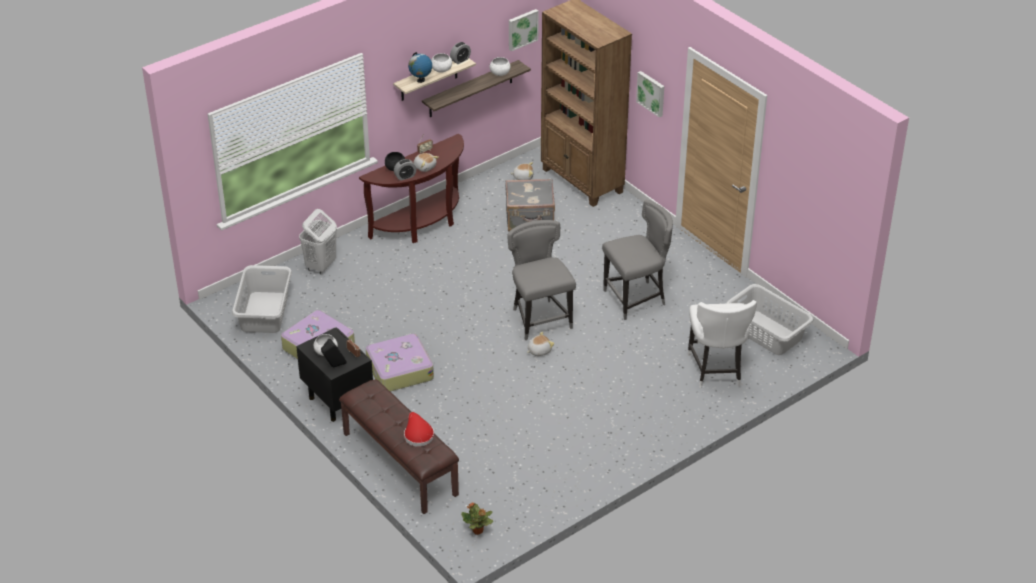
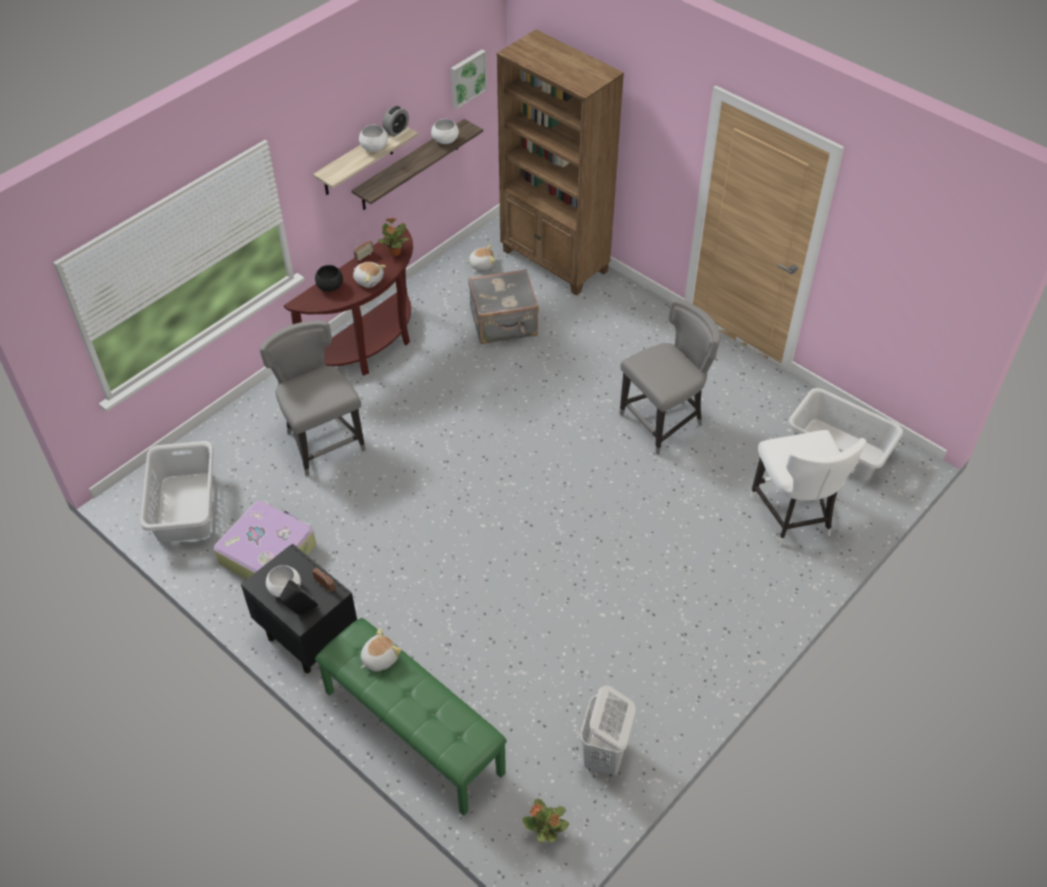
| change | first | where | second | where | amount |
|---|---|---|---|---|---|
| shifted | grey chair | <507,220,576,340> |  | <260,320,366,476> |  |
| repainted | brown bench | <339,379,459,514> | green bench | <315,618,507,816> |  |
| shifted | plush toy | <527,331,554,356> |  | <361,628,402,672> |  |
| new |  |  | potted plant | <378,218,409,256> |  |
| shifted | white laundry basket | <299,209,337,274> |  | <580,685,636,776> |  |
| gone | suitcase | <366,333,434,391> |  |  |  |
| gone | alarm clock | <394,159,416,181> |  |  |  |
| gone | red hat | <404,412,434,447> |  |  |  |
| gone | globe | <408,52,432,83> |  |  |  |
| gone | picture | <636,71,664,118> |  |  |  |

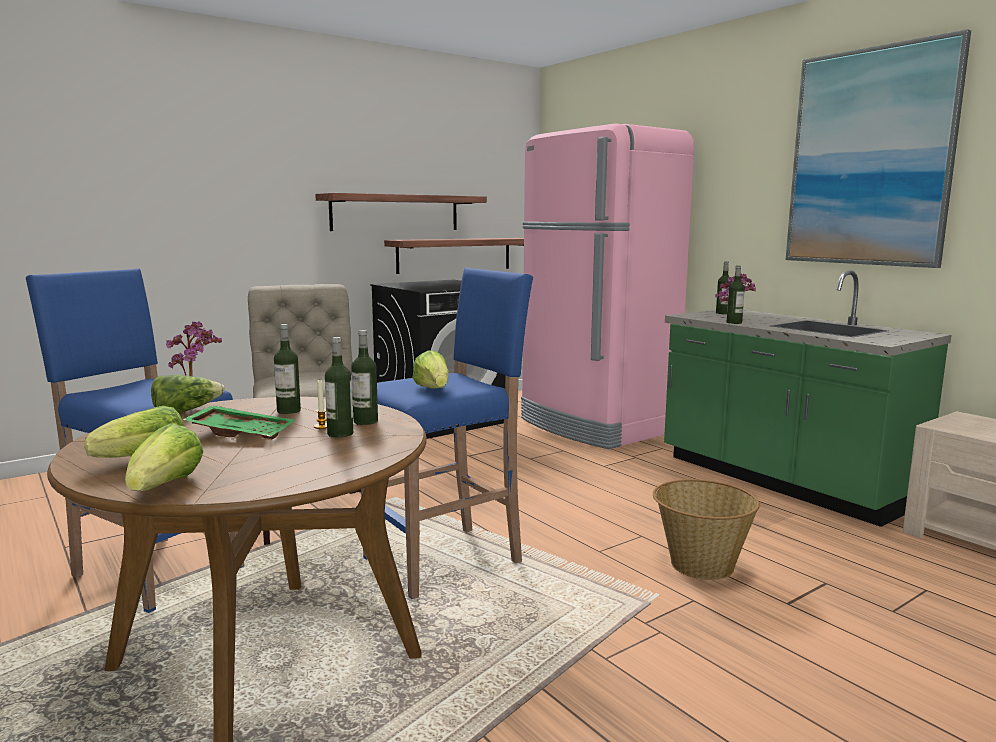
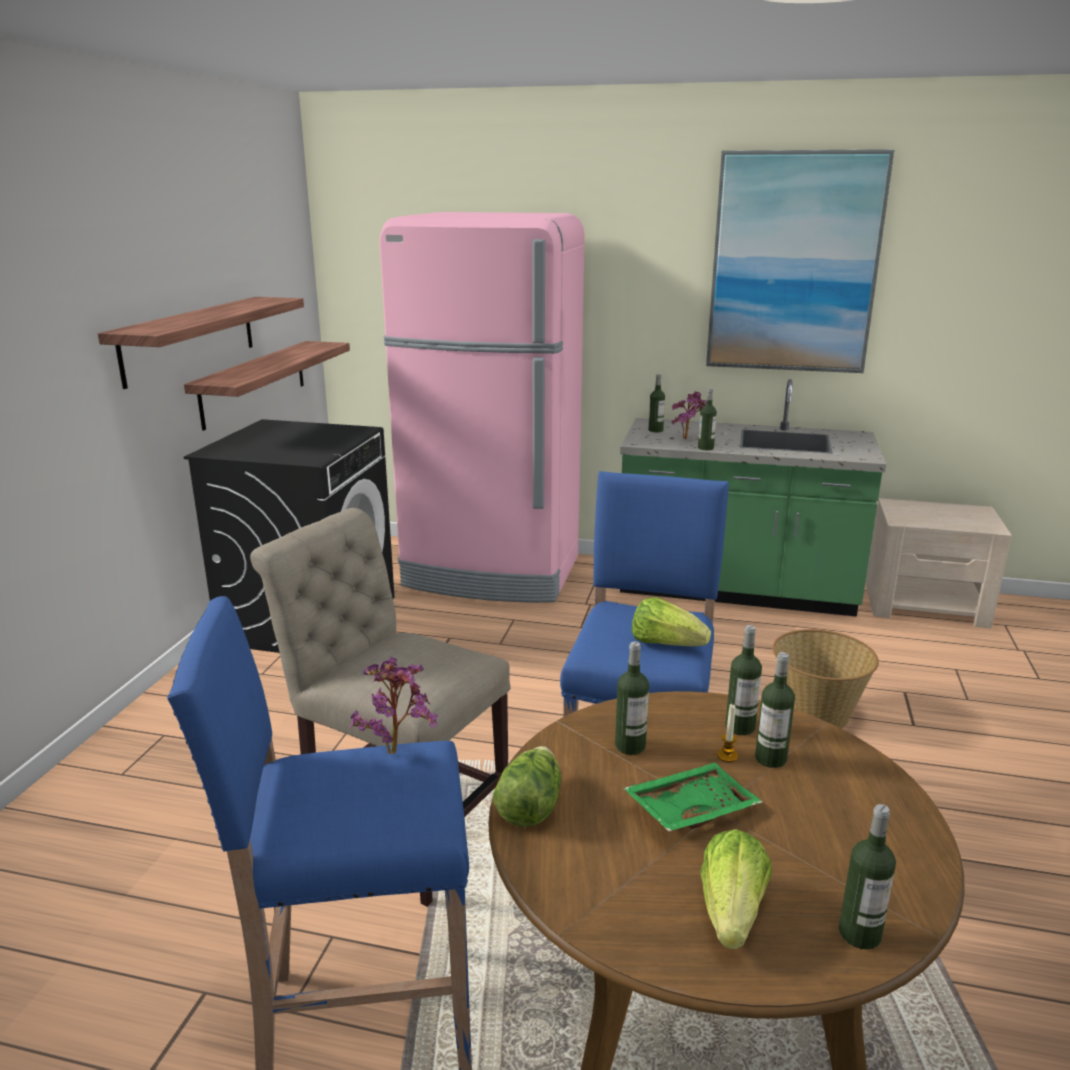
| change | first | where | second | where | amount |
|---|---|---|---|---|---|
| swapped | lettuce | <125,424,204,491> | bottle | <839,804,896,949> |  |

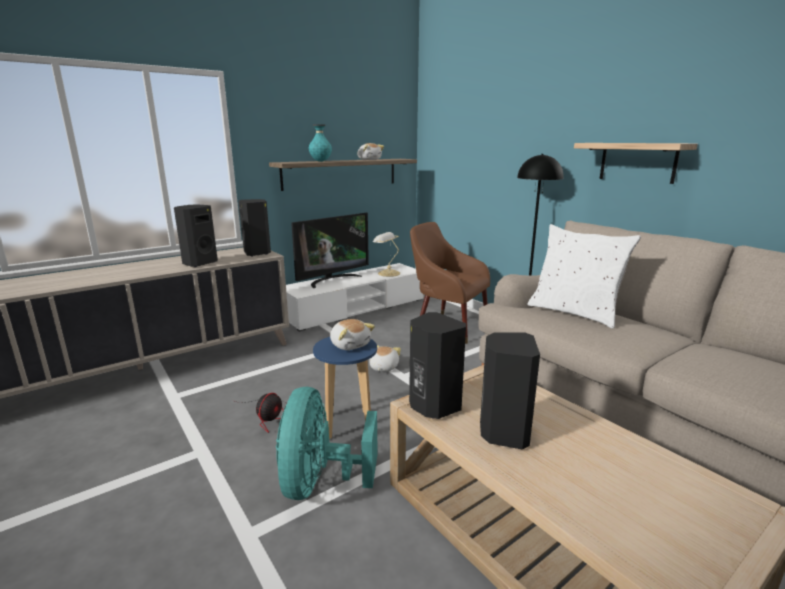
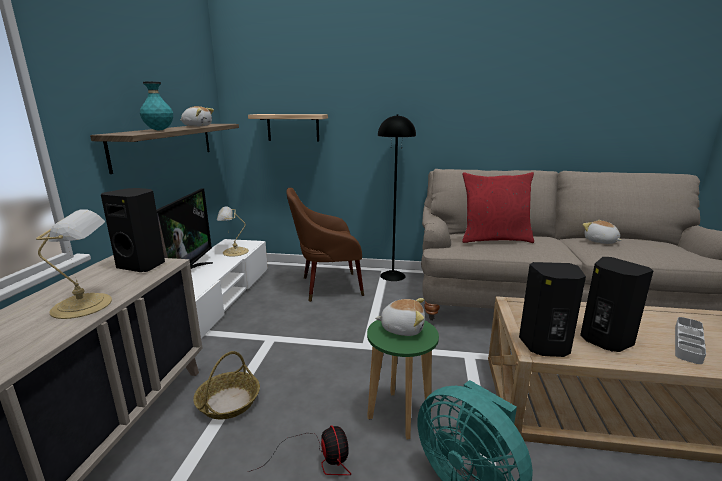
| change | first | where | second | where | amount |
|---|---|---|---|---|---|
| swapped | black speaker | <174,204,218,267> | table lamp | <36,209,112,319> |  |
| new |  |  | basket | <193,351,260,419> |  |
| shifted | shelf | <574,143,698,184> |  | <248,114,328,141> |  |
| repainted | blue stool | <313,337,377,440> | green stool | <367,320,439,440> |  |
| repainted | white pillow | <528,224,641,329> | red pillow | <462,172,534,243> |  |
| shifted | plush toy | <369,345,401,372> |  | <583,220,622,244> |  |
| new |  |  | grey tray | <675,317,706,364> |  |

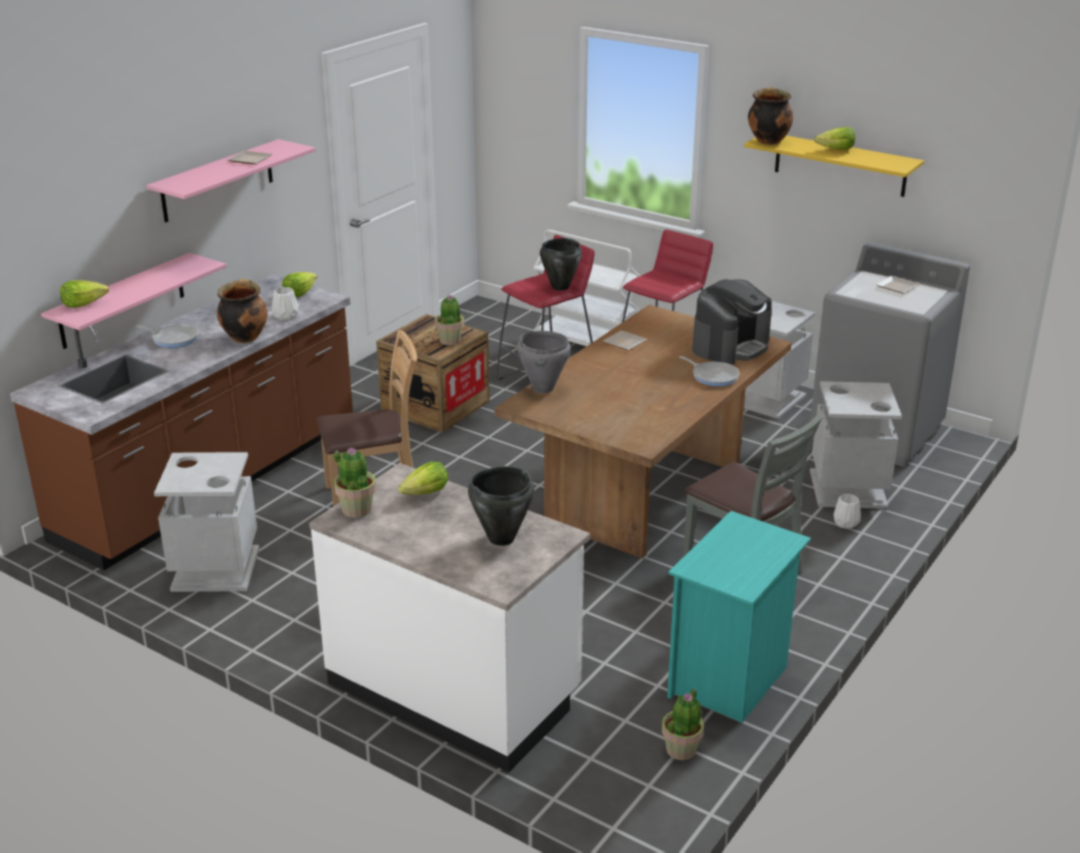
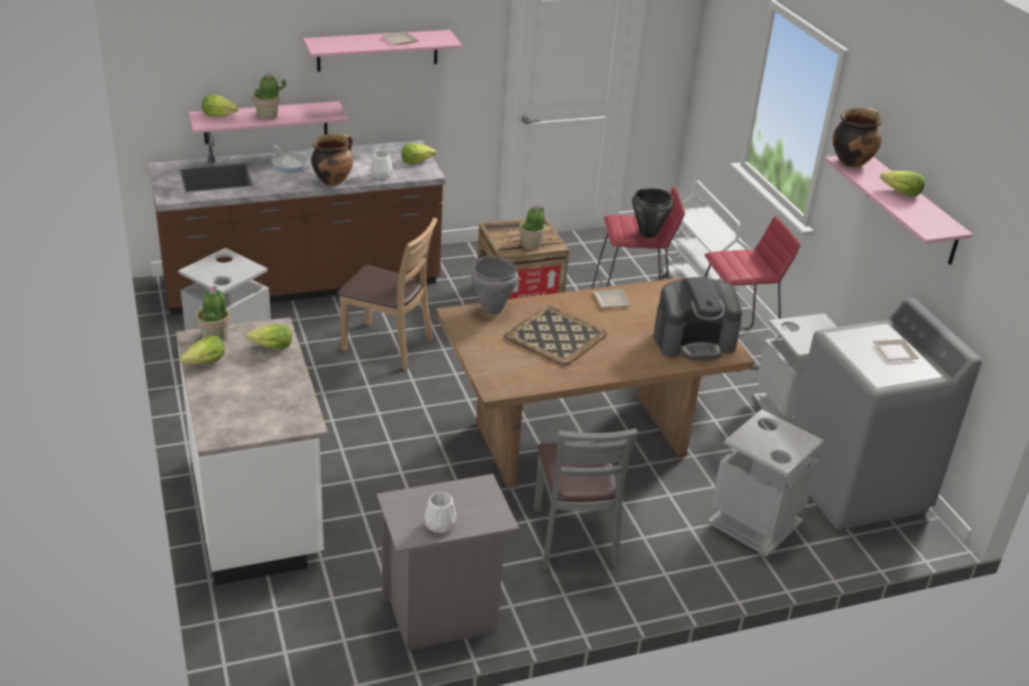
| change | first | where | second | where | amount |
|---|---|---|---|---|---|
| new |  |  | lettuce | <179,336,225,365> |  |
| shifted | potted plant | <662,688,704,760> |  | <252,73,286,120> |  |
| repainted | turquoise nightstand | <667,511,811,723> | grey nightstand | <377,474,519,651> |  |
| shifted | white vase | <834,494,861,528> |  | <424,492,456,533> |  |
| new |  |  | tray | <504,306,607,366> |  |
| repainted | yellow shelf | <744,136,924,197> | pink shelf | <825,156,973,265> |  |
| gone | black cooking pot | <468,466,534,546> |  |  |  |
| gone | frying pan | <679,356,739,387> |  |  |  |

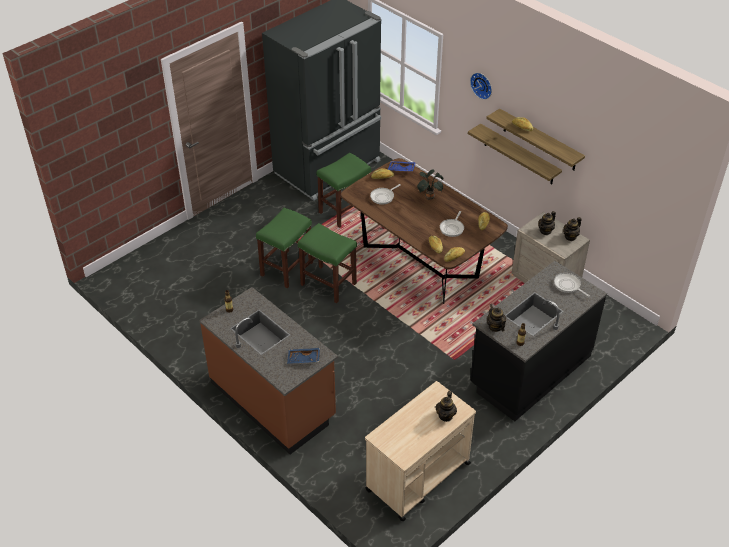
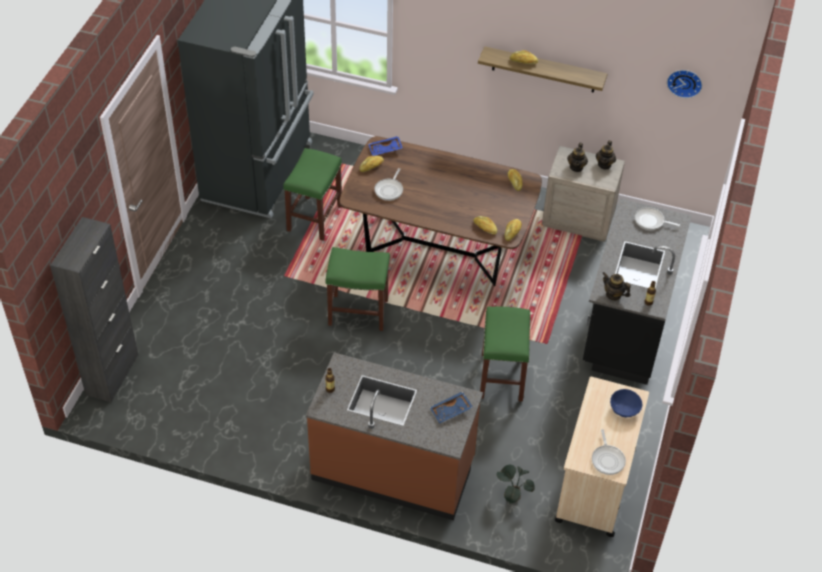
| change | first | where | second | where | amount |
|---|---|---|---|---|---|
| new |  |  | black cabinet | <50,217,138,402> |  |
| shifted | green stool | <256,208,313,288> |  | <480,306,531,402> |  |
| shifted | potted plant | <417,169,444,200> |  | <497,465,535,504> |  |
| shifted | frying pan | <440,211,464,237> |  | <592,429,626,475> |  |
| swapped | teapot | <435,391,457,422> | blue bowl | <610,389,642,417> |  |
| shifted | wall clock | <470,73,492,100> |  | <667,70,702,98> |  |
| gone | shelf | <468,124,562,184> |  |  |  |

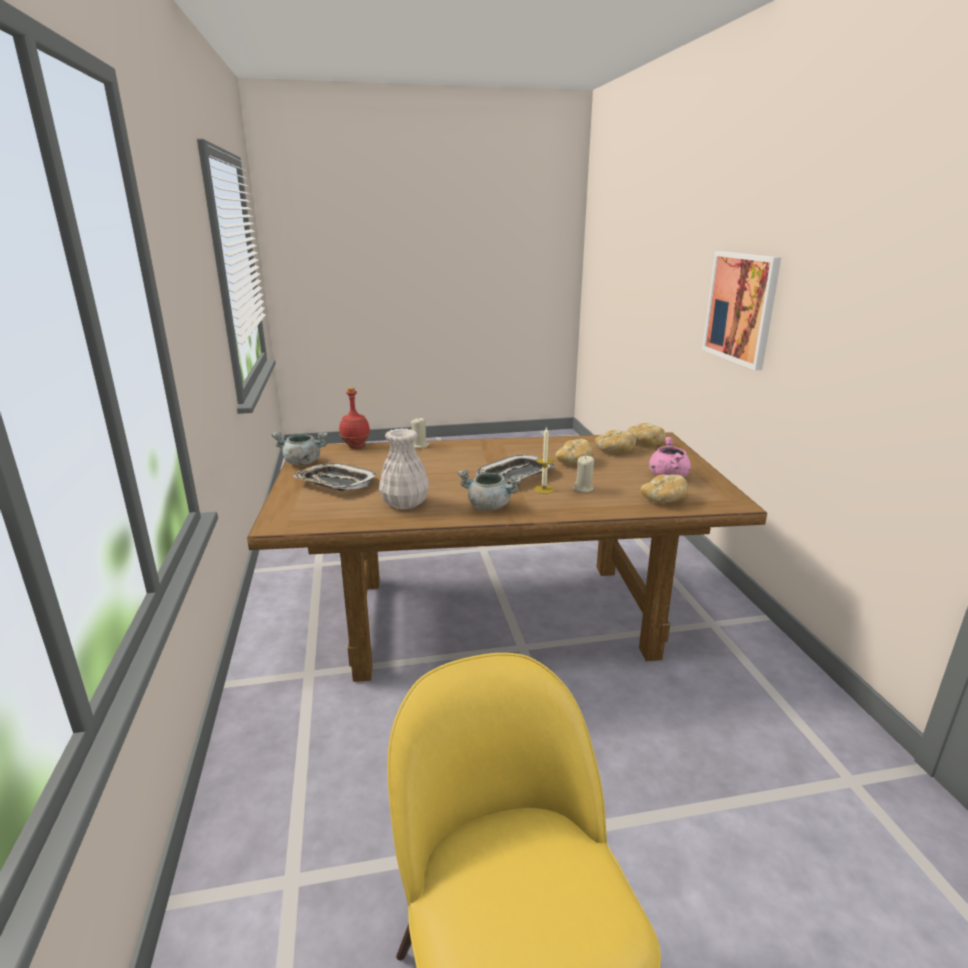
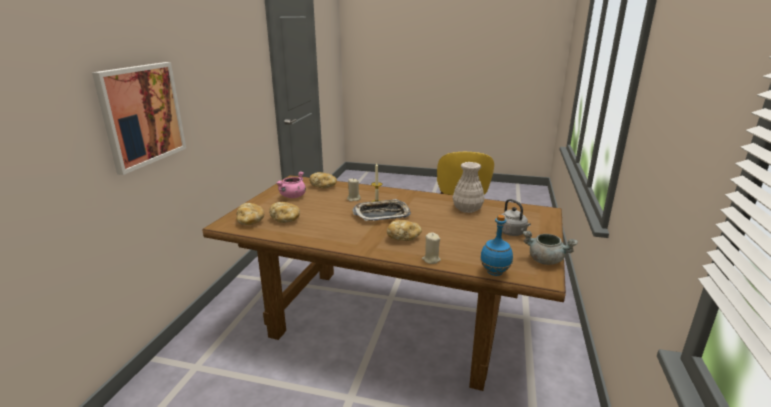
| change | first | where | second | where | amount |
|---|---|---|---|---|---|
| shifted | bread | <555,439,593,464> |  | <387,220,422,241> |  |
| repainted | red bottle | <339,387,370,448> | blue bottle | <480,215,513,276> |  |
| swapped | tray | <293,463,378,491> | grey kettle | <501,199,531,236> |  |
| gone | grey cooking pot | <458,470,522,511> |  |  |  |

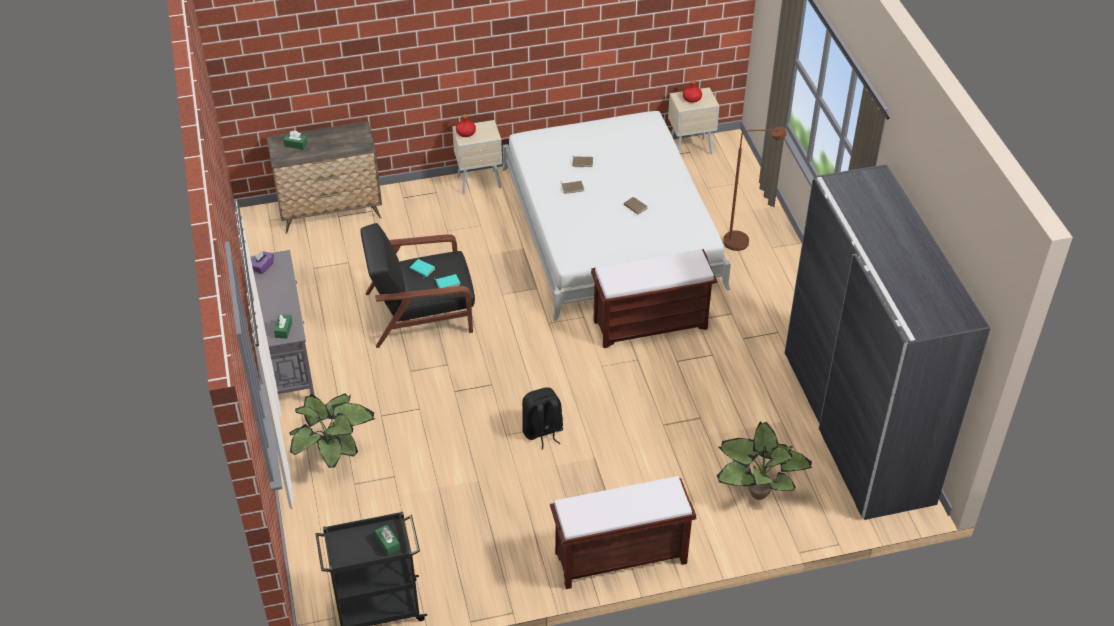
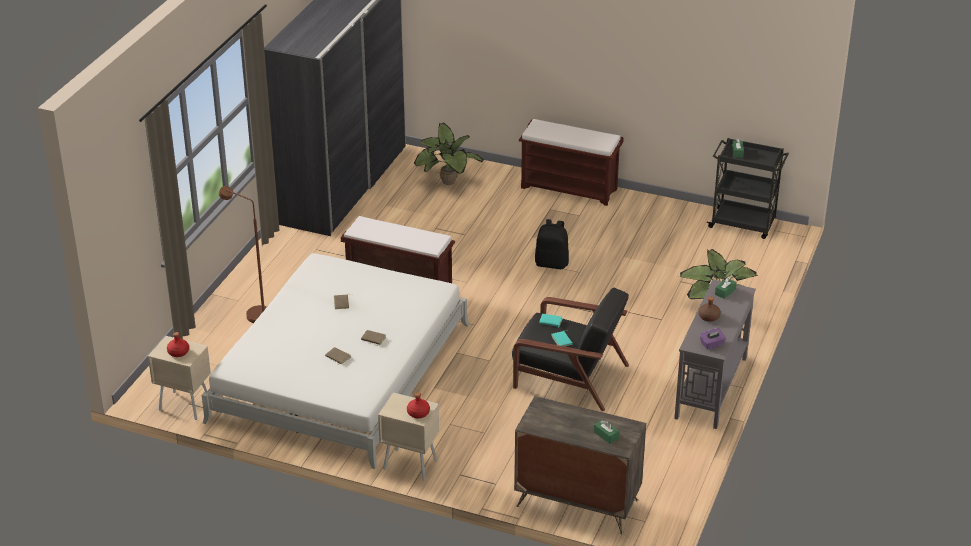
| change | first | where | second | where | amount |
|---|---|---|---|---|---|
| new |  |  | brown bottle | <699,297,721,321> |  |

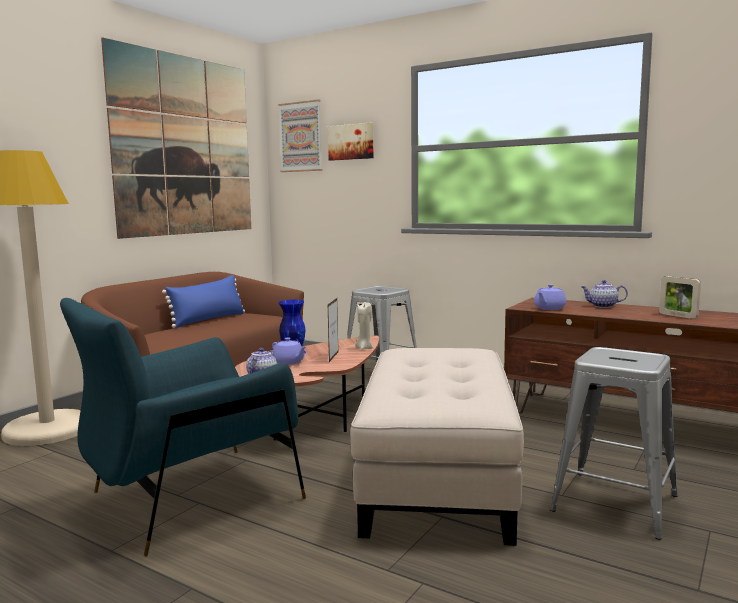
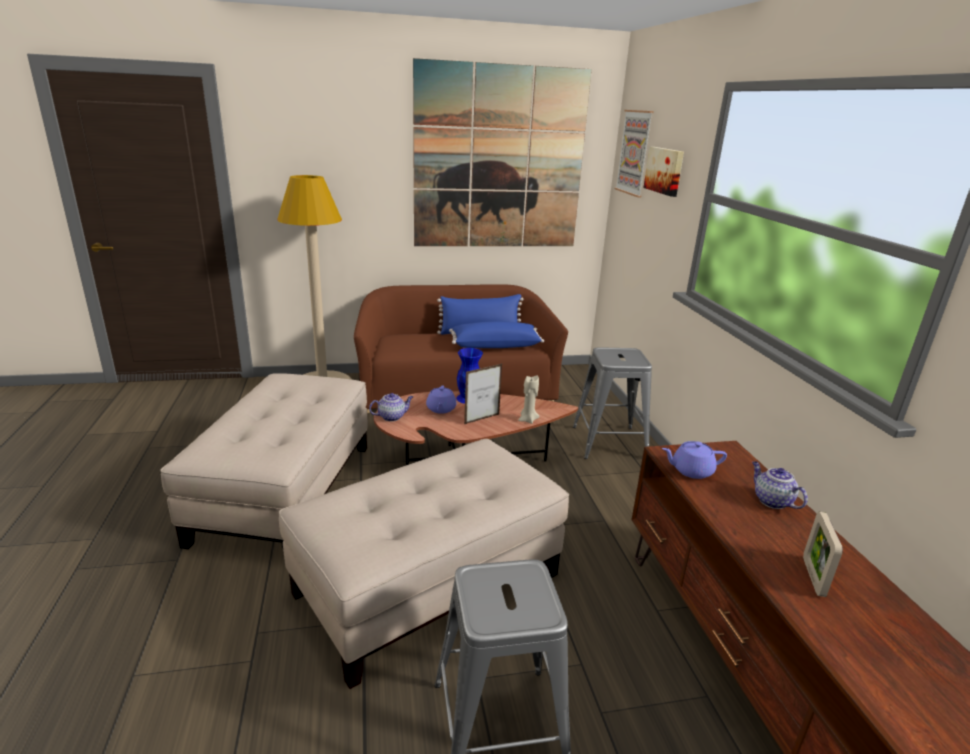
| change | first | where | second | where | amount |
|---|---|---|---|---|---|
| swapped | blue armchair | <60,298,306,556> | beige ottoman | <160,373,368,549> |  |
| new |  |  | blue pillow | <449,321,544,348> |  |

